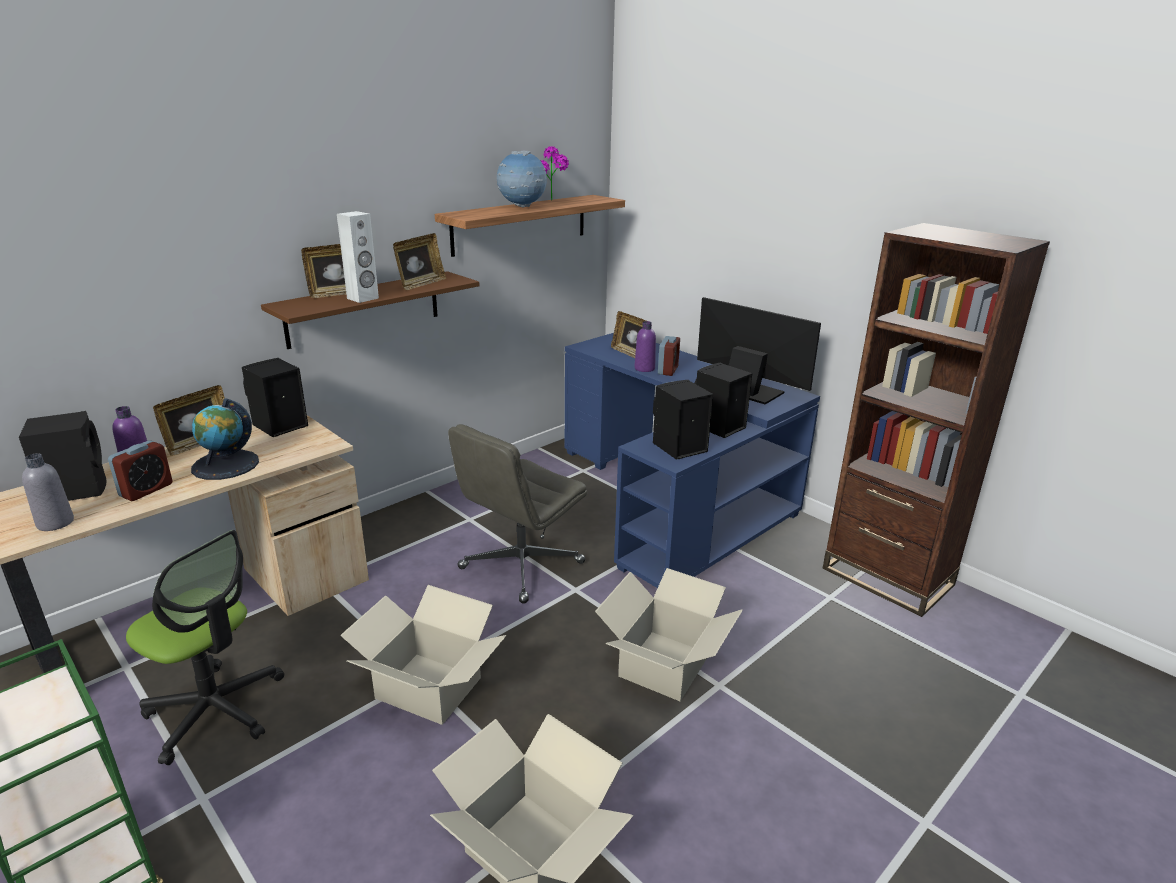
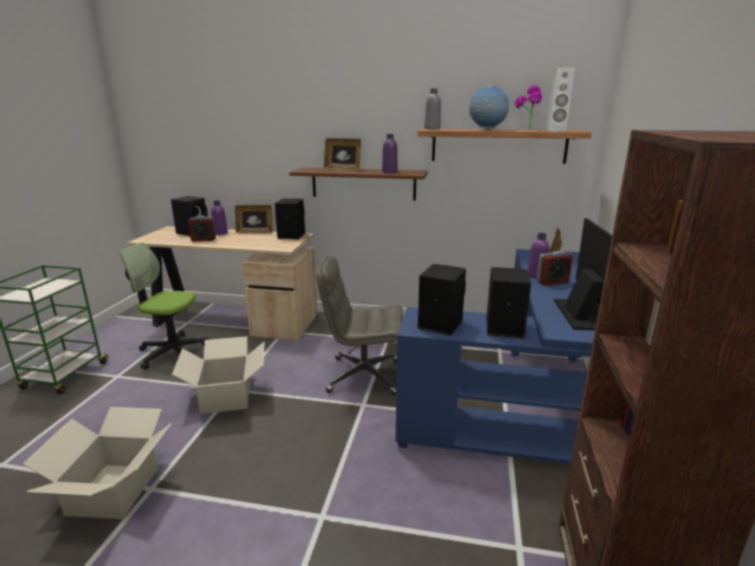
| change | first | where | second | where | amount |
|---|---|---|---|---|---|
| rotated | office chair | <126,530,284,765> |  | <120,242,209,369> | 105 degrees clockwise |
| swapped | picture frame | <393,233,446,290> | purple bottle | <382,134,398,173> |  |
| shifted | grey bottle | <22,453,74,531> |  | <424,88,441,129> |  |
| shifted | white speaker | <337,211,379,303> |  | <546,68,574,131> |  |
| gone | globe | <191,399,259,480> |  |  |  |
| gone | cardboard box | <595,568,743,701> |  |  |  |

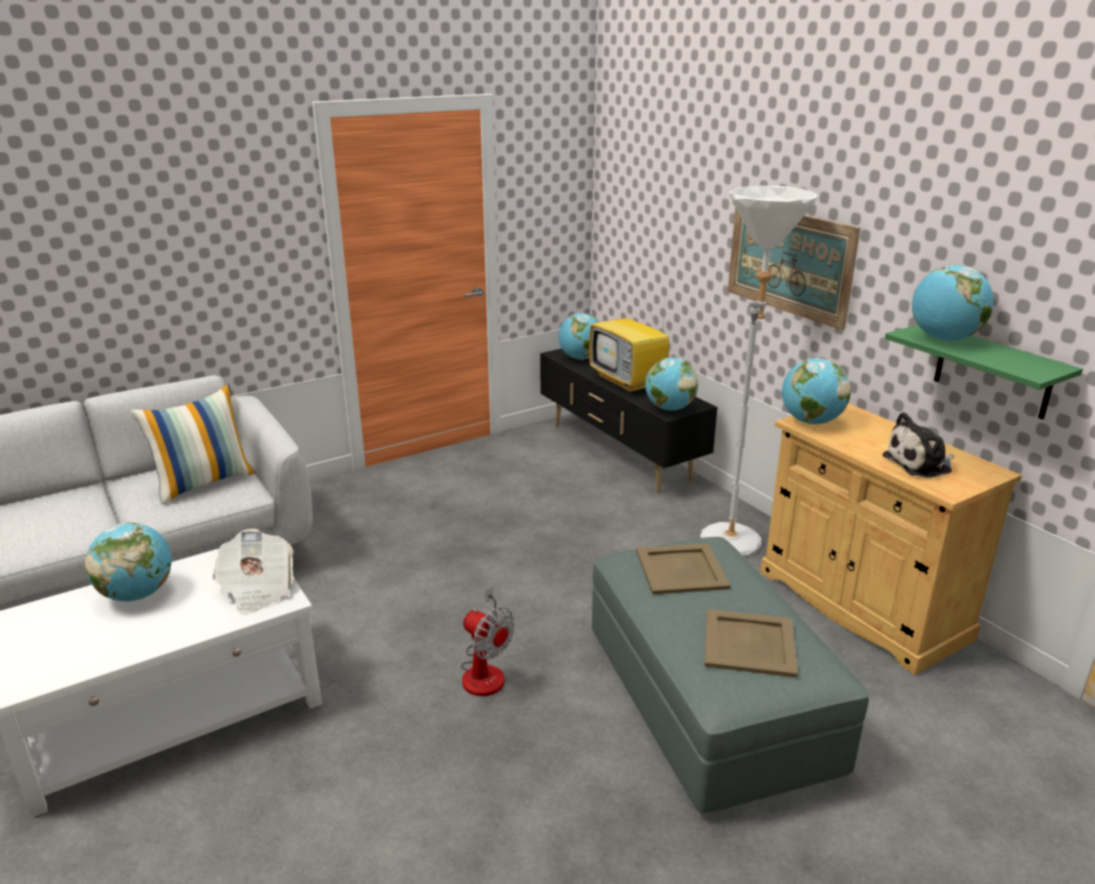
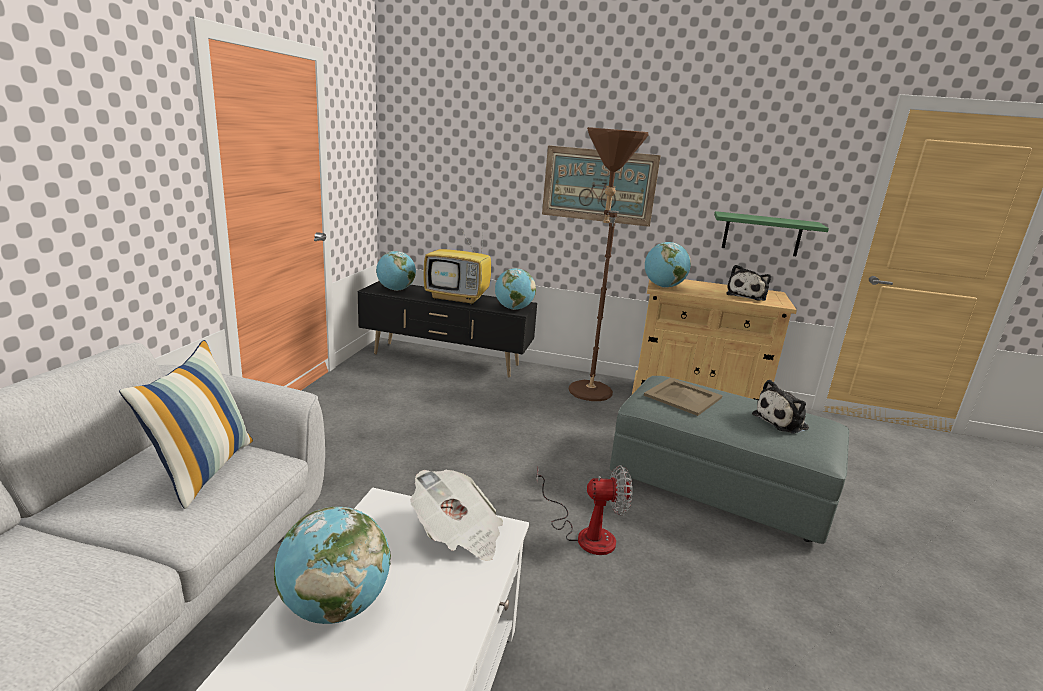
| change | first | where | second | where | amount |
|---|---|---|---|---|---|
| repainted | white floor lamp | <700,186,818,556> | brown floor lamp | <569,127,648,401> |  |
| swapped | beige tray | <705,609,798,677> | plush toy | <752,380,809,434> |  |
| gone | globe | <912,265,994,341> |  |  |  |

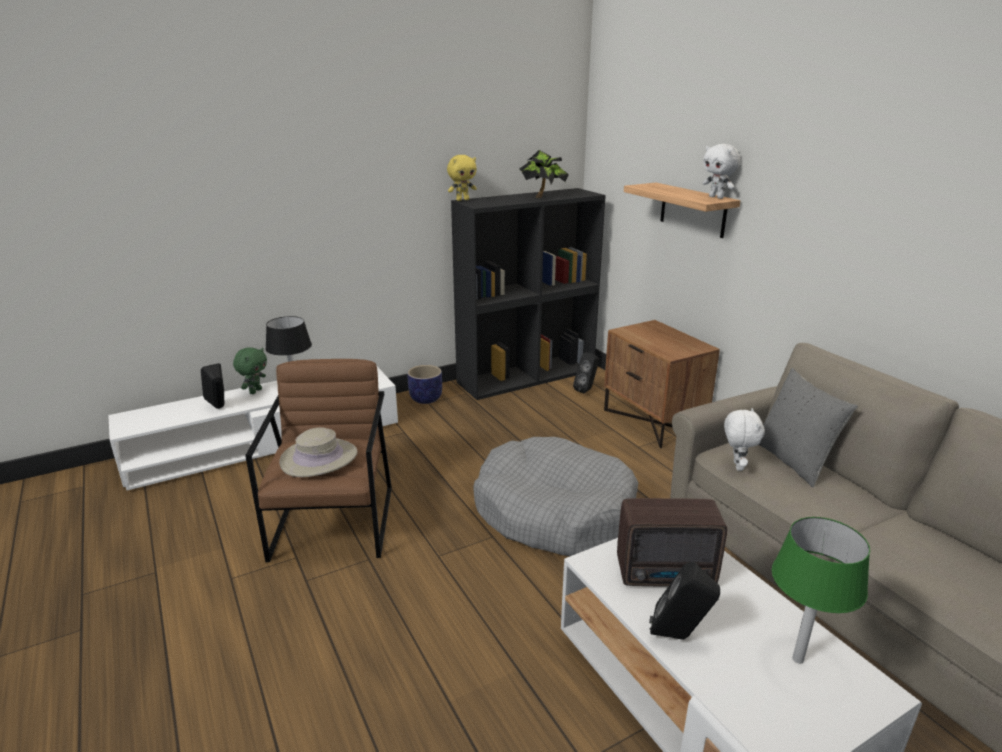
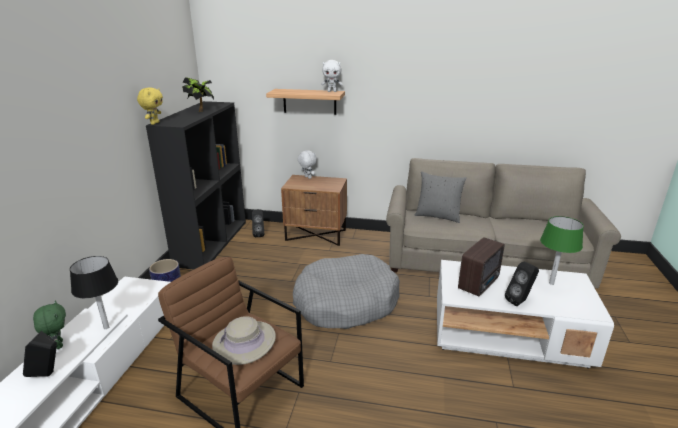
| change | first | where | second | where | amount |
|---|---|---|---|---|---|
| shifted | white plush toy | <724,408,765,471> |  | <298,150,317,179> |  |

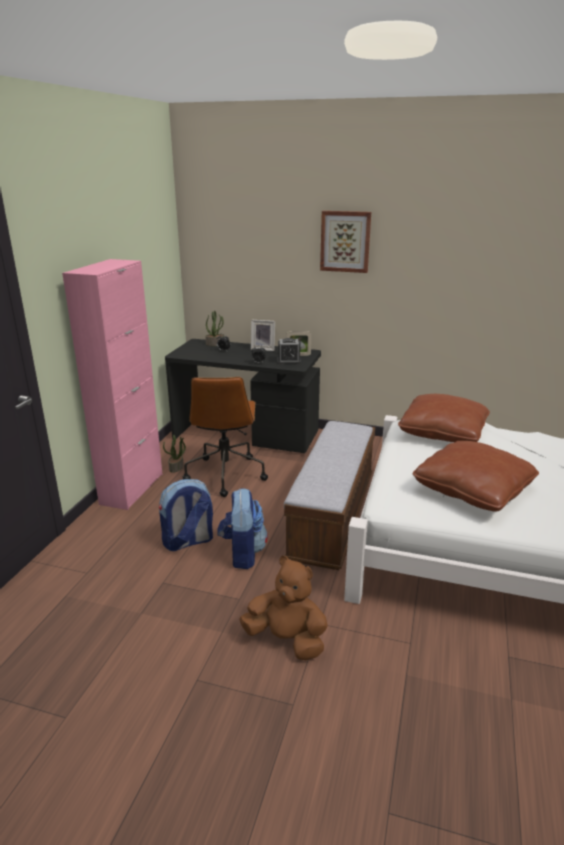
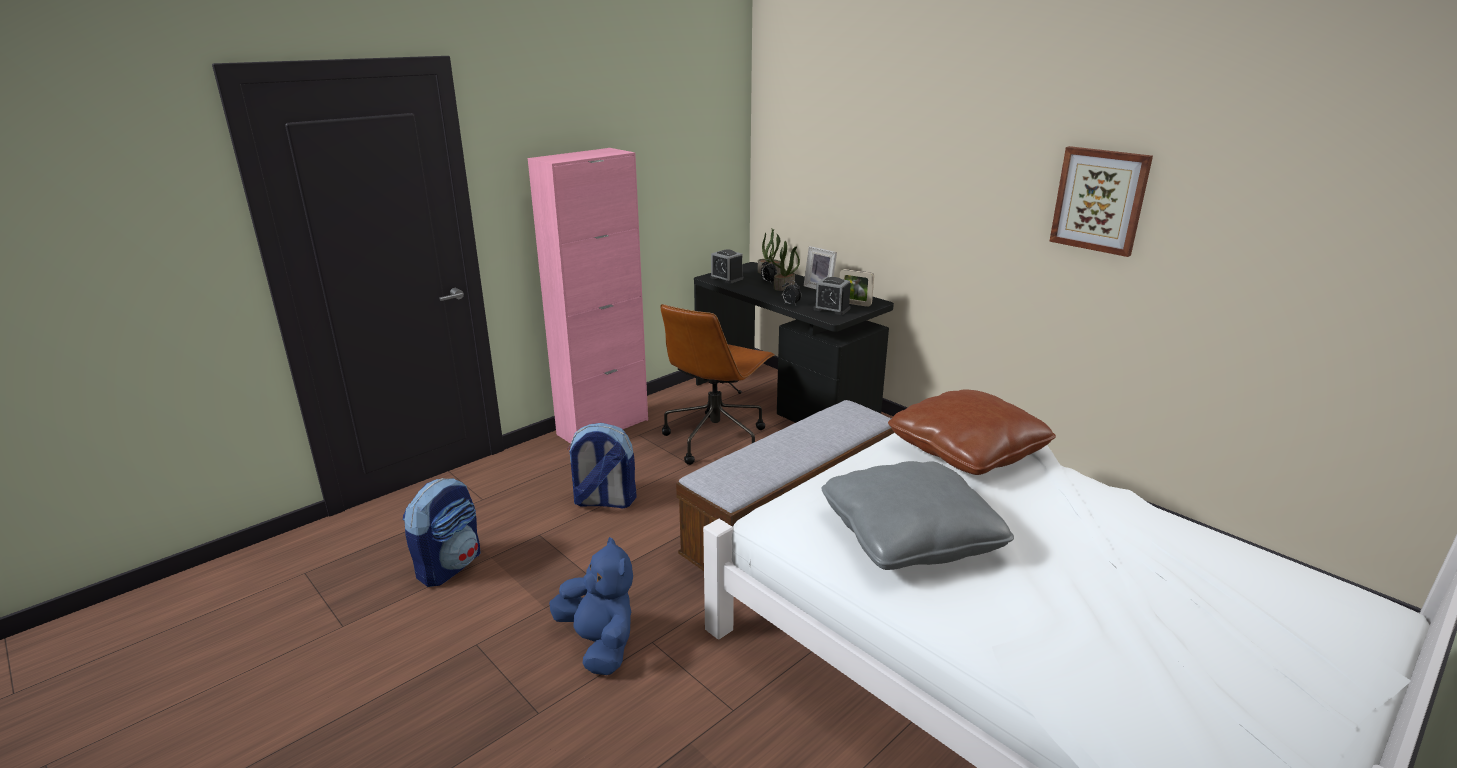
| change | first | where | second | where | amount |
|---|---|---|---|---|---|
| shifted | backpack | <217,488,268,569> |  | <403,478,480,587> |  |
| repainted | brown plush toy | <239,556,328,660> | blue plush toy | <549,537,633,675> |  |
| new |  |  | alarm clock | <710,249,743,284> |  |
| shifted | potted plant | <163,434,186,473> |  | <770,241,800,291> |  |
| repainted | brown pillow | <413,441,539,512> | grey pillow | <821,461,1014,570> |  |
| shifted | picture | <320,211,371,273> |  | <1049,146,1153,257> |  |

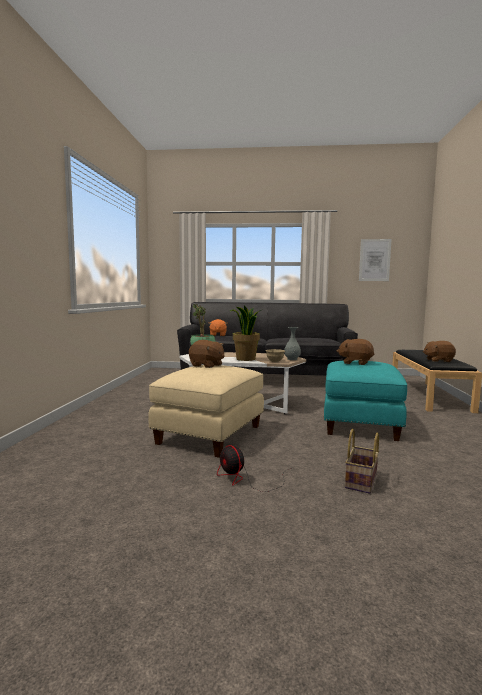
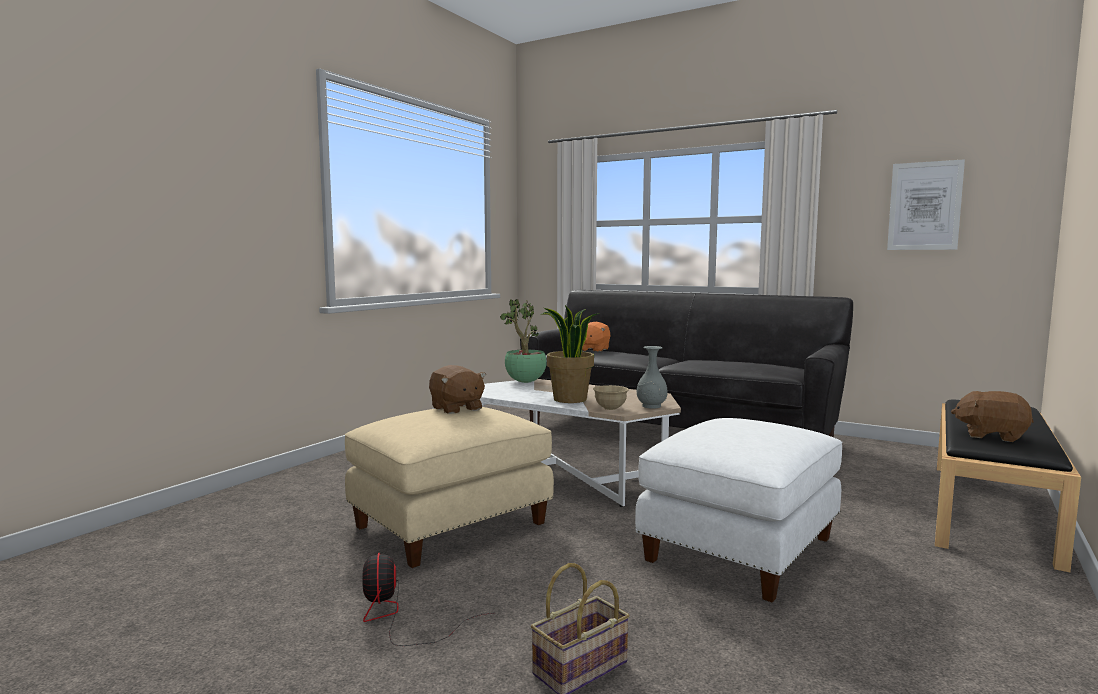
| change | first | where | second | where | amount |
|---|---|---|---|---|---|
| repainted | turquoise ottoman | <324,360,407,441> | white ottoman | <635,418,842,602> |  |
| gone | brown plush toy | <337,339,375,365> |  |  |  |

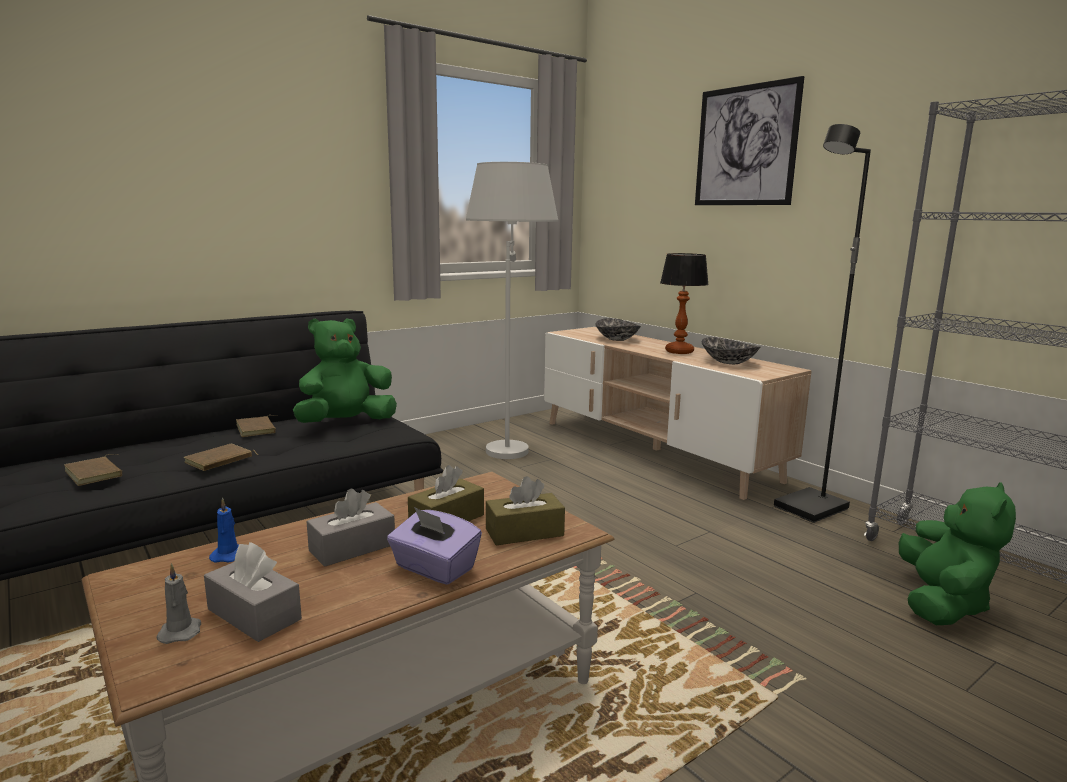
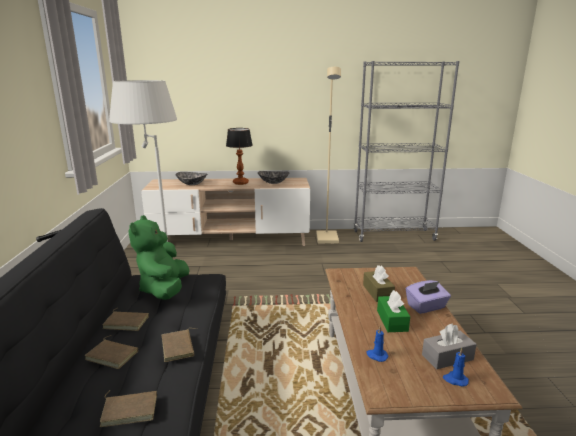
| change | first | where | second | where | amount |
|---|---|---|---|---|---|
| new |  |  | brown book | <85,335,138,369> |  |
| repainted | black floor lamp | <774,124,871,523> | beige floor lamp | <316,67,341,244> |  |
| repainted | grey tissue box | <307,489,395,567> | green tissue box | <377,290,410,332> |  |
| repainted | grey candle | <156,563,201,644> | blue candle | <443,348,469,387> |  |
| gone | brown tissue box | <486,476,565,545> |  |  |  |
| gone | picture | <695,76,804,205> |  |  |  |
| gone | green plush toy | <899,482,1016,625> |  |  |  |

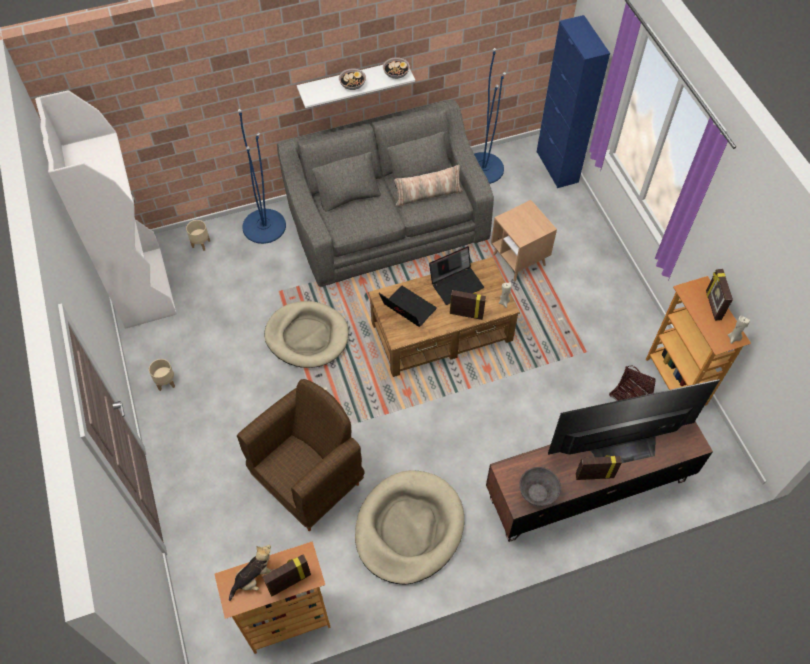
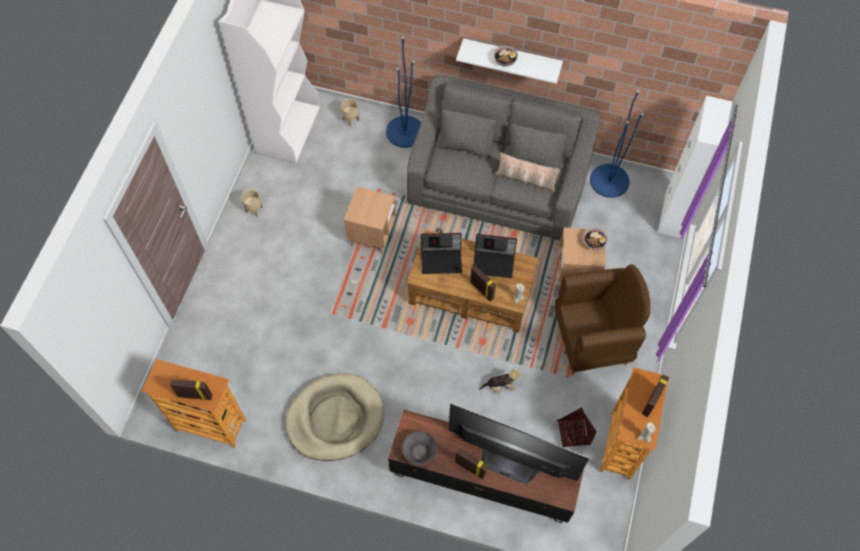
| change | first | where | second | where | amount |
|---|---|---|---|---|---|
| swapped | beige dog bed | <264,301,349,368> | brown side table | <344,187,396,254> |  |
| rotated | laptop | <379,286,437,327> |  | <421,233,462,274> | 105 degrees clockwise |
| shifted | plush toy | <229,545,275,601> |  | <479,368,521,394> |  |
| shifted | brown armchair | <237,379,365,531> |  | <555,264,650,375> |  |
| shifted | bowl | <383,57,410,79> |  | <583,228,608,250> |  |
| repainted | blue cabinet | <537,15,610,188> | white cabinet | <658,96,732,238> |  |

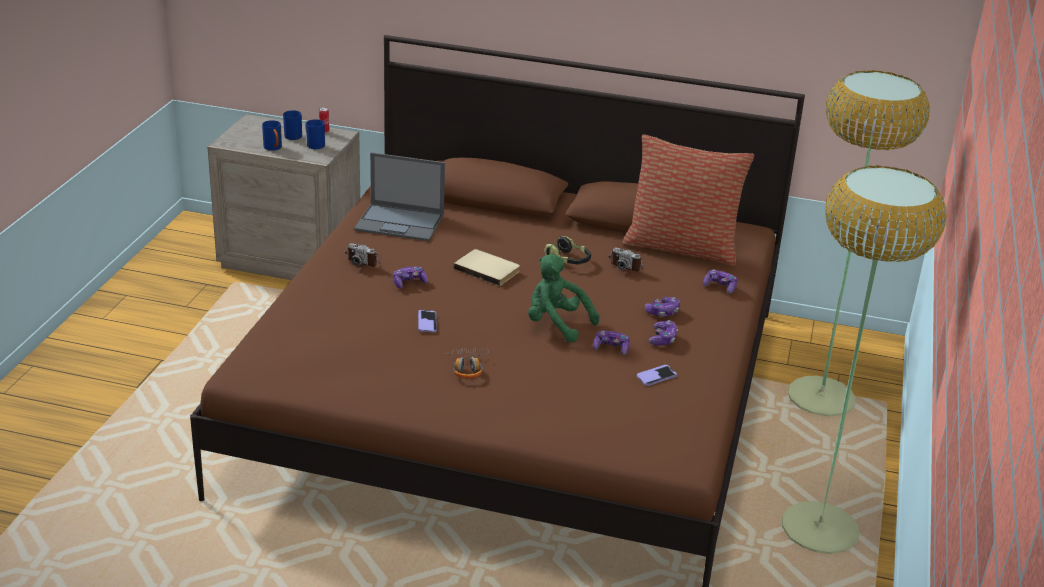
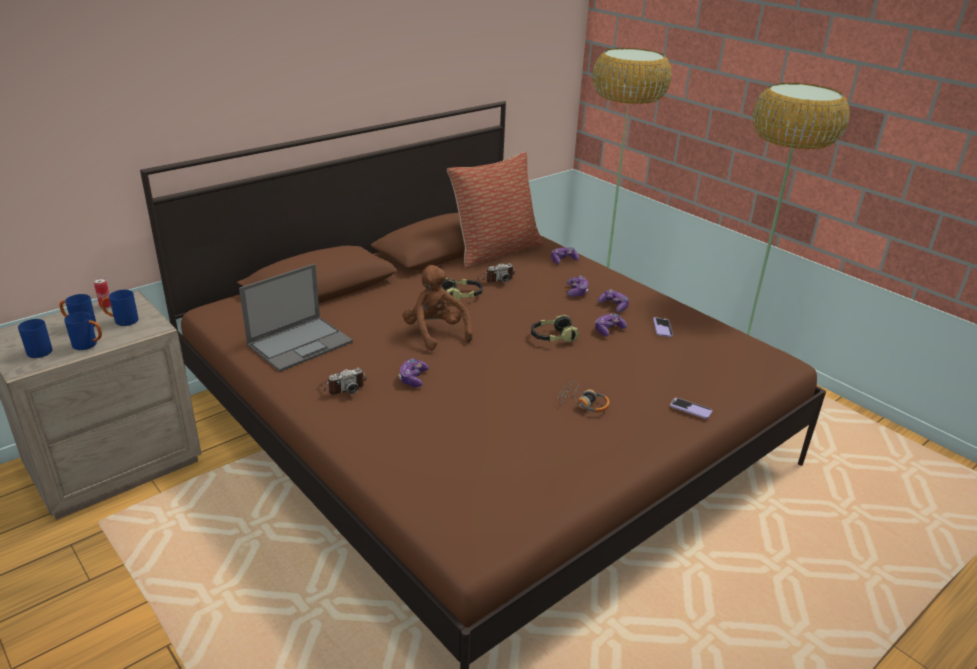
| change | first | where | second | where | amount |
|---|---|---|---|---|---|
| new |  |  | blue mug | <18,319,53,358> |  |
| swapped | beige book | <454,249,520,286> | brown plush toy | <402,265,473,351> |  |
| swapped | green plush toy | <528,254,600,342> | headphones | <531,315,579,342> |  |
| shifted | phone | <418,310,437,332> |  | <670,398,713,419> |  |

